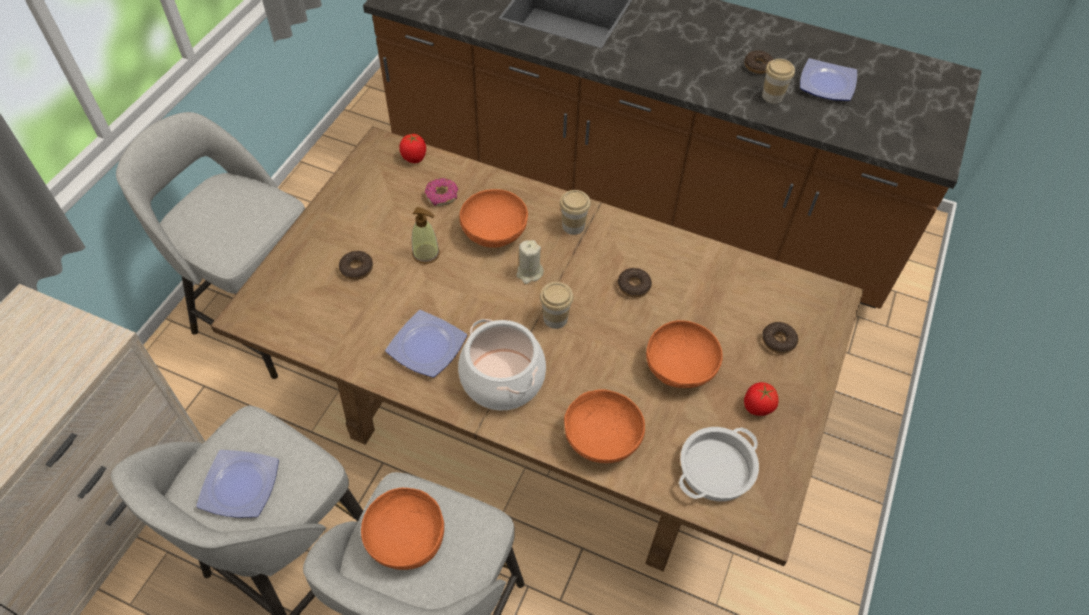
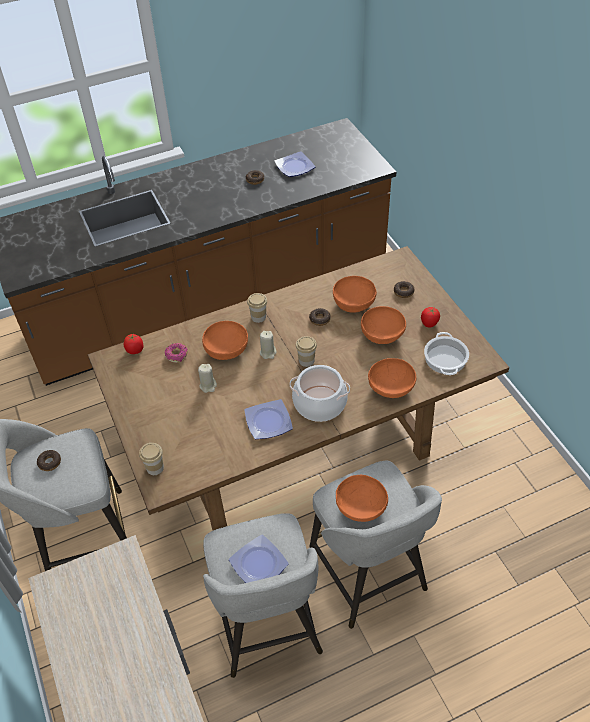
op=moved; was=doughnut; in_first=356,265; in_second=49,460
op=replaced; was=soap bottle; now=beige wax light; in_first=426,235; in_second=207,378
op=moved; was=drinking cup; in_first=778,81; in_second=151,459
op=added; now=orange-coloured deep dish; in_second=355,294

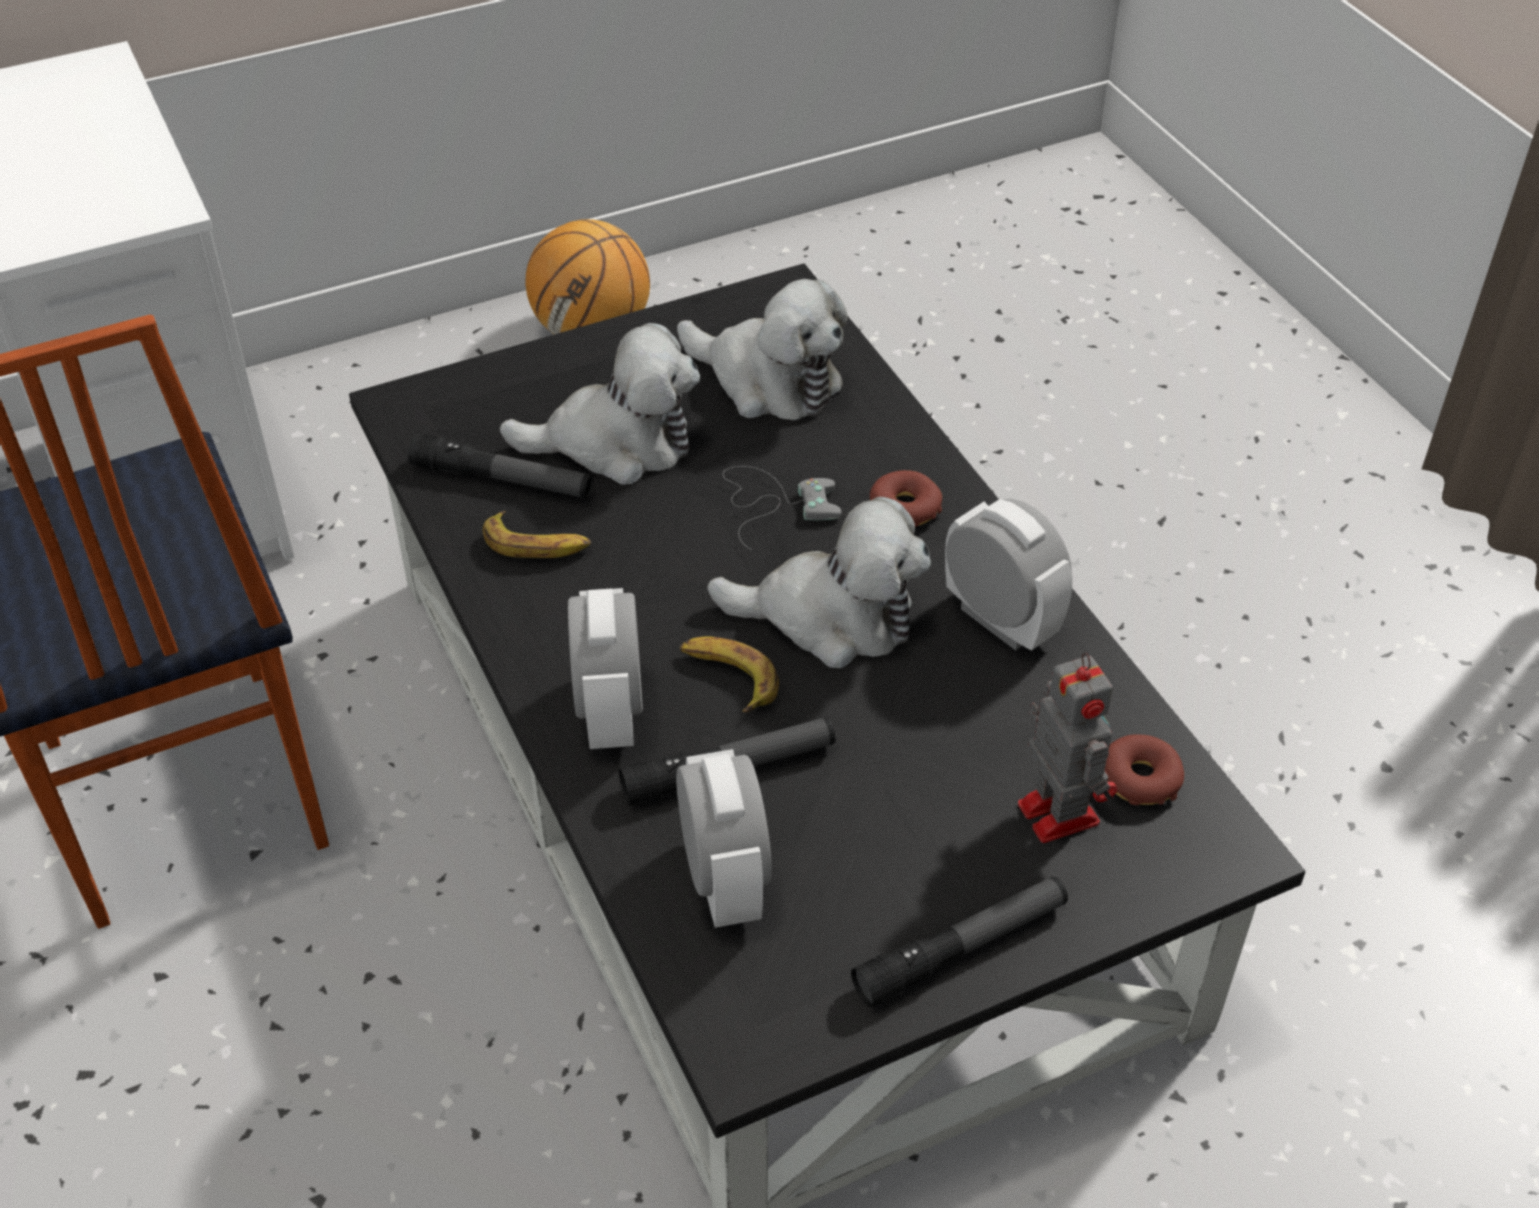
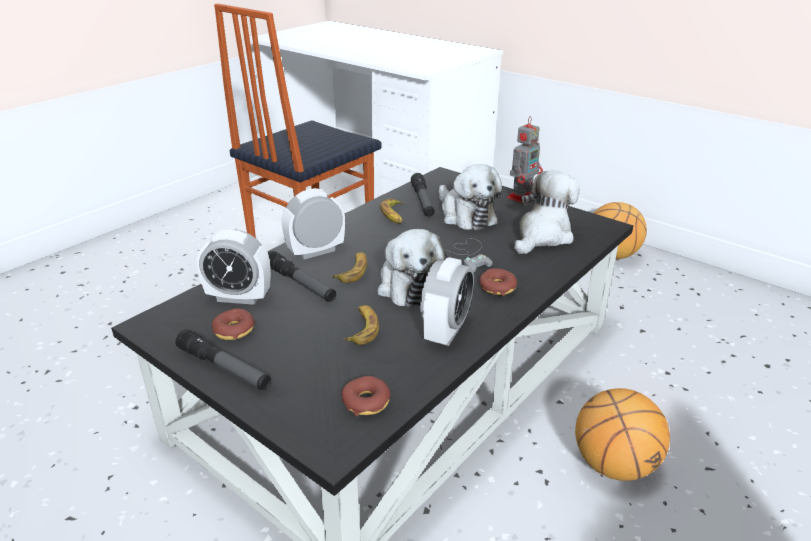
op=turned; was=alarm clock; in_first=724,838; in_second=234,267; clockwise=45
op=turned; was=plush toy; in_first=762,349; in_second=547,212; clockwise=-150
op=moved; was=model robot; in_first=1067,748; in_second=525,159
op=added; now=doughnut; in_second=233,324
op=added; now=banana fruit; in_second=361,325
op=added; now=basketball; in_second=622,434

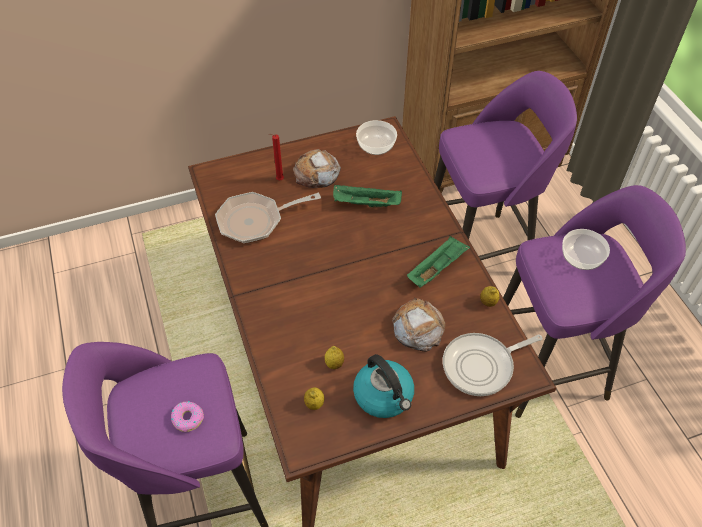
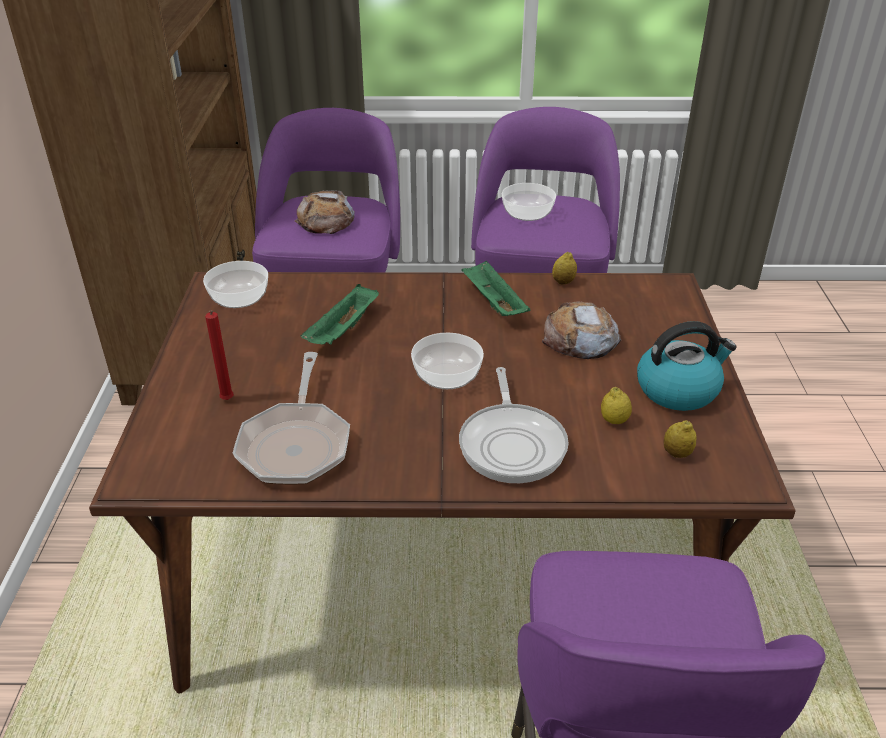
op=removed; was=doughnut; in_first=187,416
op=moved; was=bakery bread; in_first=317,168; in_second=325,212
op=moved; was=frying pan; in_first=492,364; in_second=514,425
op=added; now=deep dish; in_second=447,361

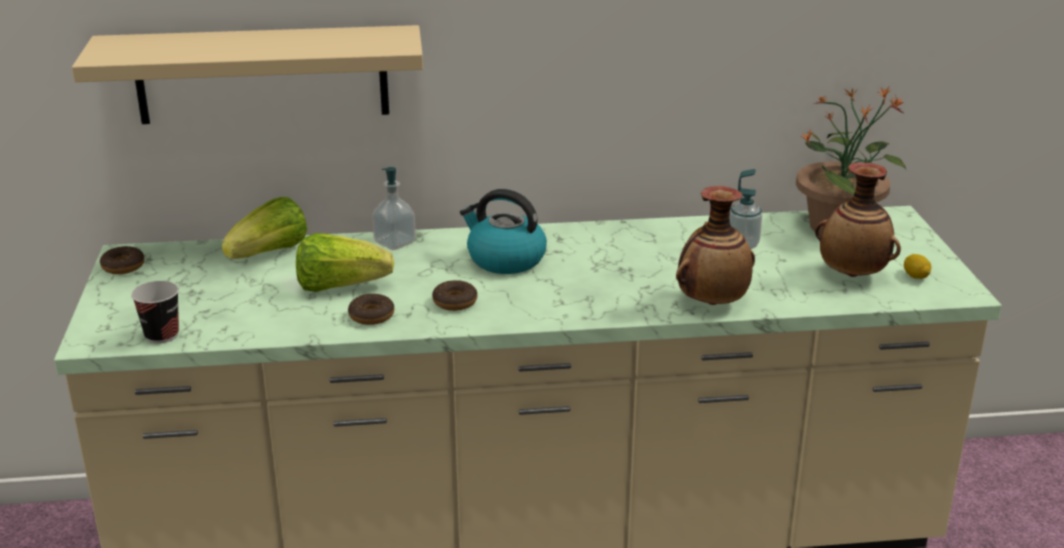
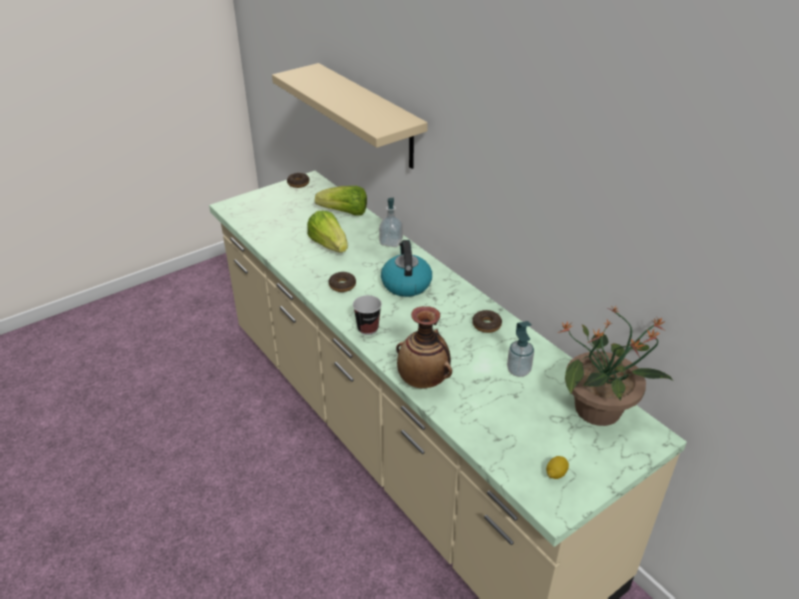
op=moved; was=drinking cup; in_first=155,312; in_second=367,315
op=moved; was=doughnut; in_first=371,309; in_second=487,321
op=removed; was=vase; in_first=858,220

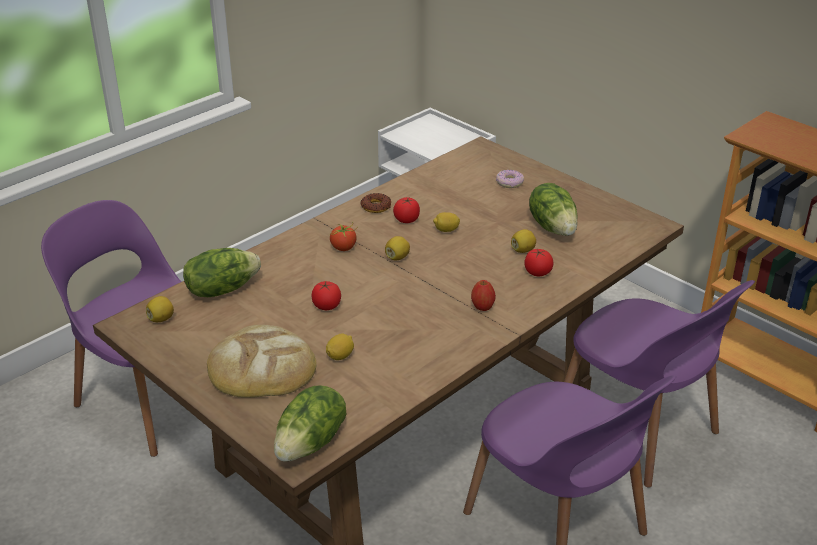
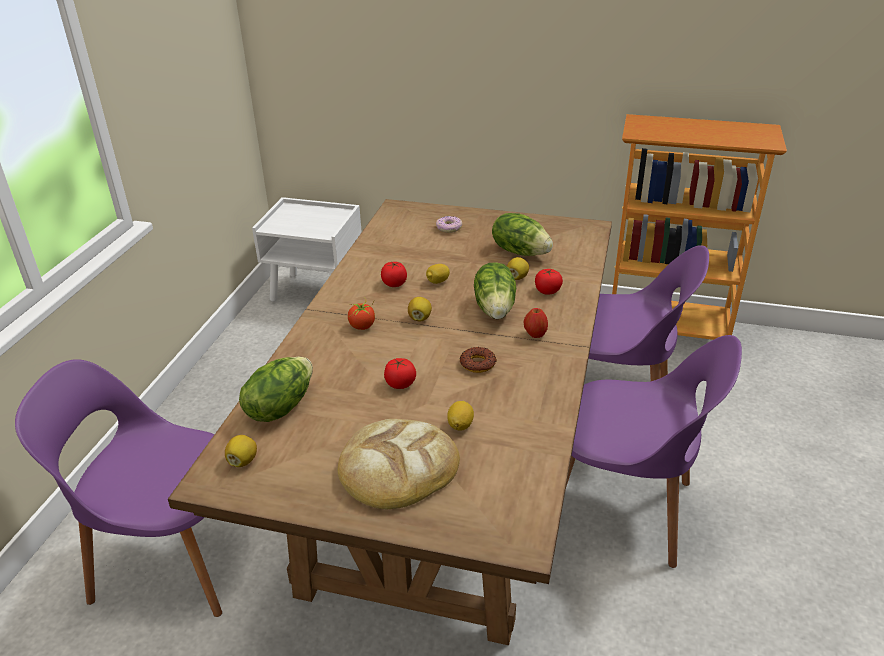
op=moved; was=lettuce; in_first=310,423; in_second=495,290
op=moved; was=doughnut; in_first=376,203; in_second=478,360

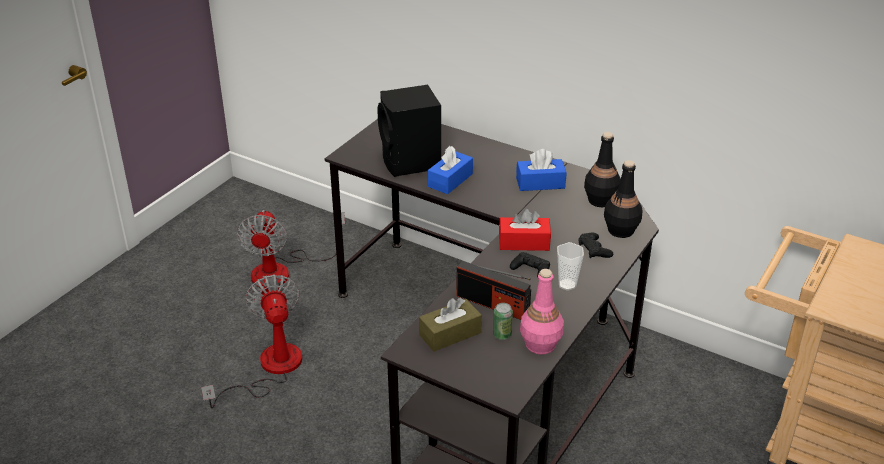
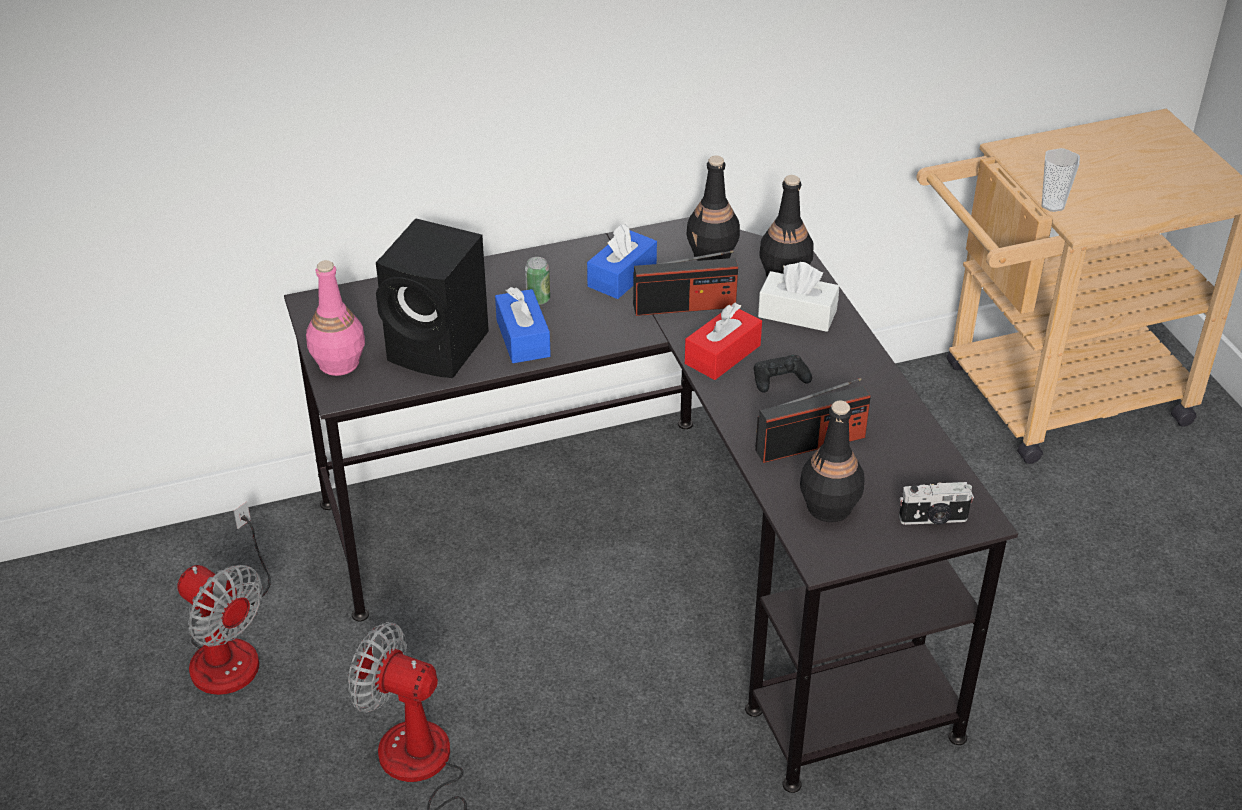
op=replaced; was=brown tissue holder; now=blackish drink bottle; in_first=450,324; in_second=832,461
op=moved; was=sealed can; in_first=503,321; in_second=537,281
op=moved; was=pinkish drink bottle; in_first=542,312; in_second=335,318
op=moved; was=drinking cup; in_first=570,266; in_second=1061,180
op=replaced; was=blackish gamepad; now=white-coloured tissue holder; in_first=596,245; in_second=798,297
op=added; now=radio receiver; in_second=685,283
op=added; now=still camera; in_second=936,503

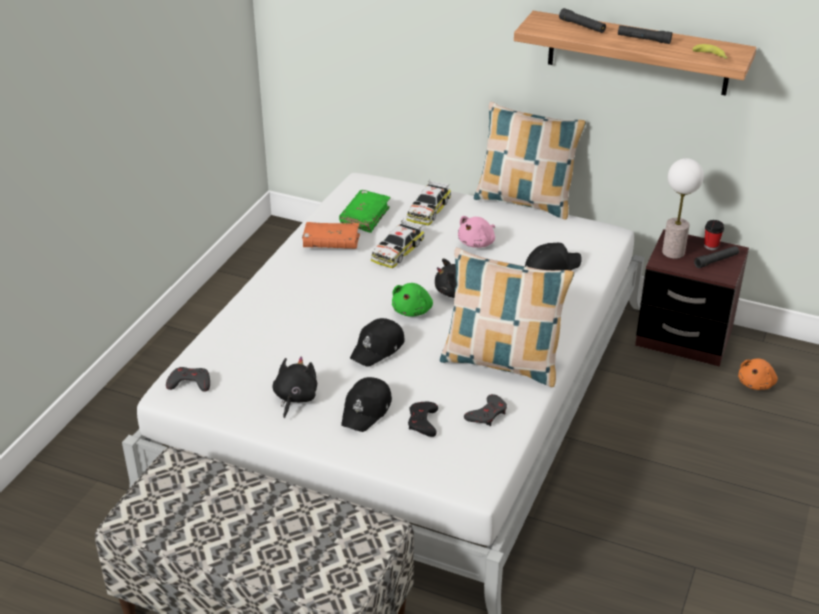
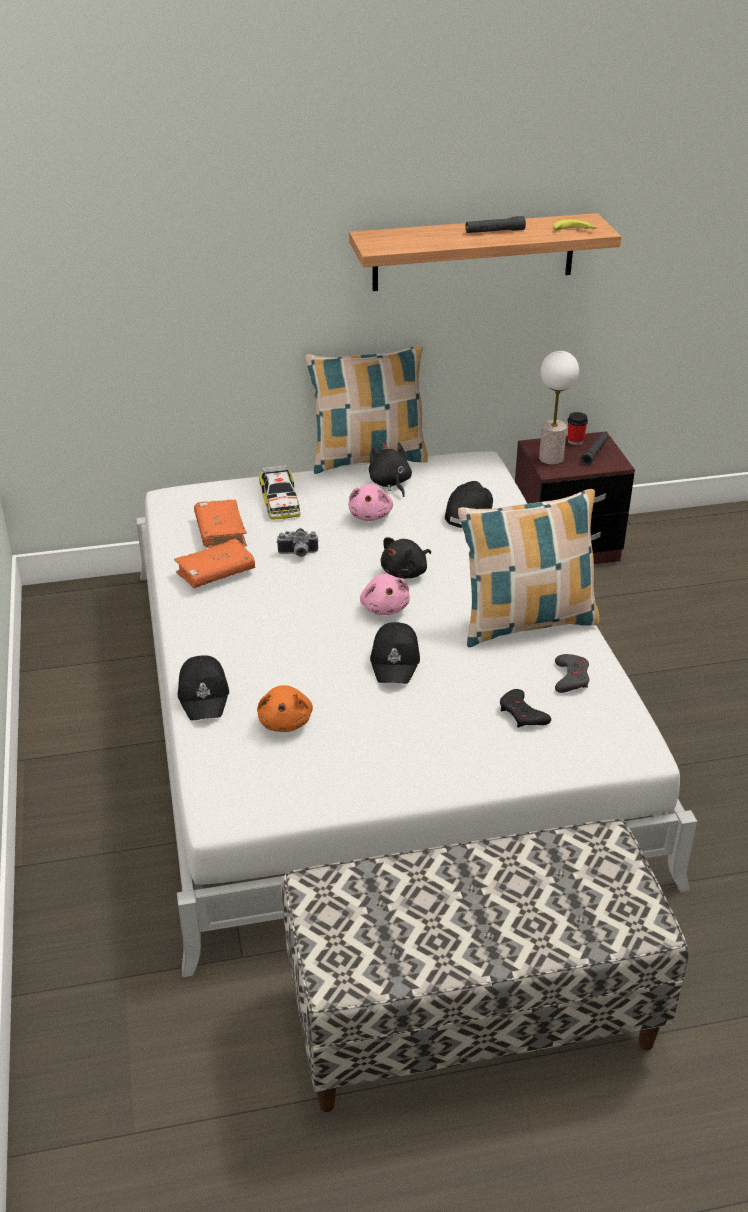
op=removed; was=gray gamepad; in_first=188,379
op=moved; was=blackish plush toy; in_first=294,387; in_second=390,469
op=recoloured; was=green-coloured bound book; now=orange-coloured bound book; in_first=365,211; in_second=220,524
op=moved; was=blackish baseball cap; in_first=366,404; in_second=203,688
op=replaced; was=model car; now=still camera; in_first=397,243; in_second=298,542
op=recoloured; was=green-coloured plush toy; now=pinkish plush toy; in_first=412,300; in_second=385,594
op=removed; was=blackish torch; in_first=582,20
op=moved; was=orange-coloured plush toy; in_first=758,374; in_second=285,708

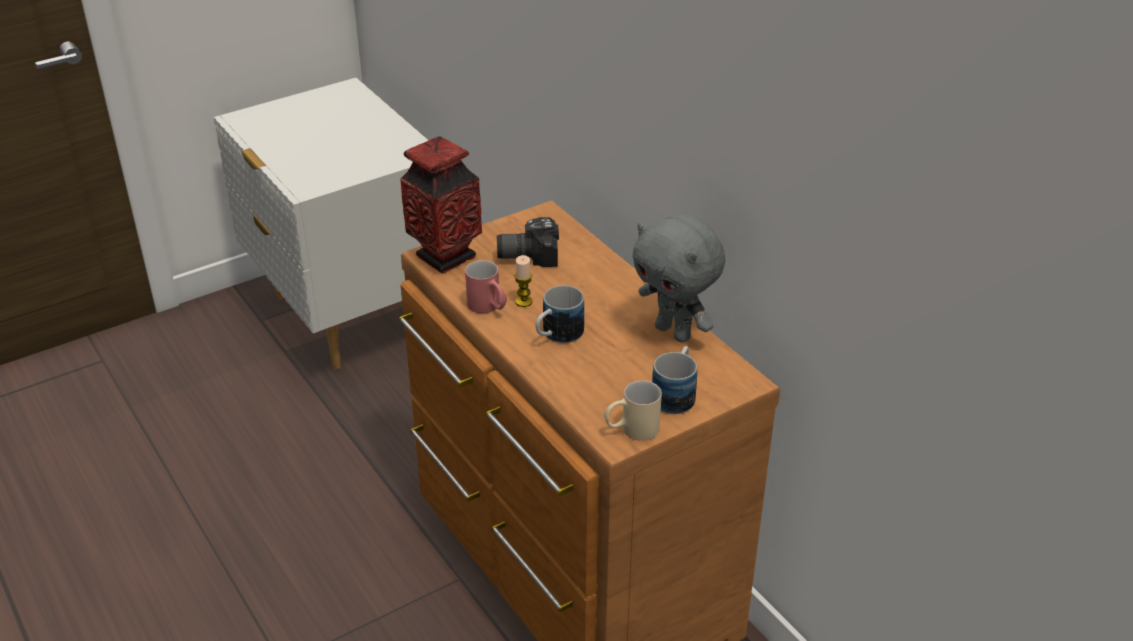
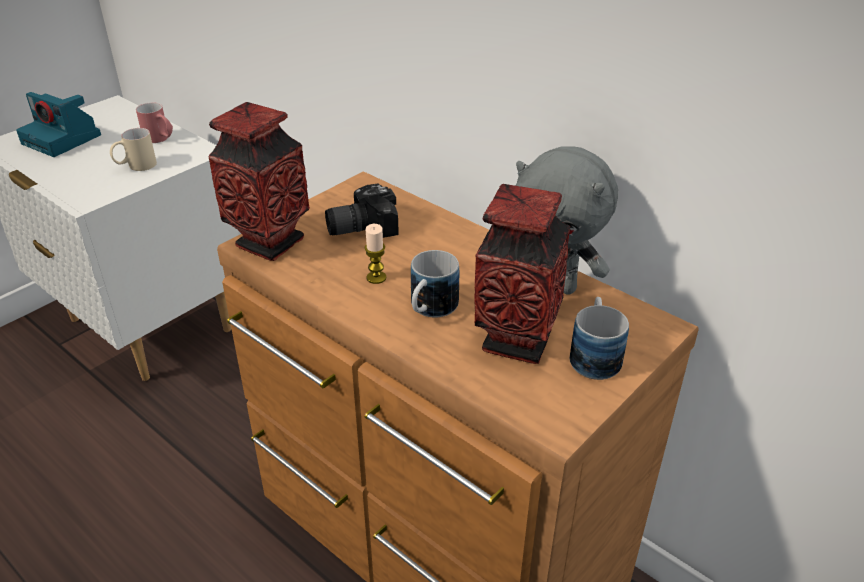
op=moved; was=red-coloured mug; in_first=486,286; in_second=154,122
op=moved; was=beige mug; in_first=633,410; in_second=133,149
op=added; now=still camera; in_second=58,124
op=added; now=vase; in_second=522,274

